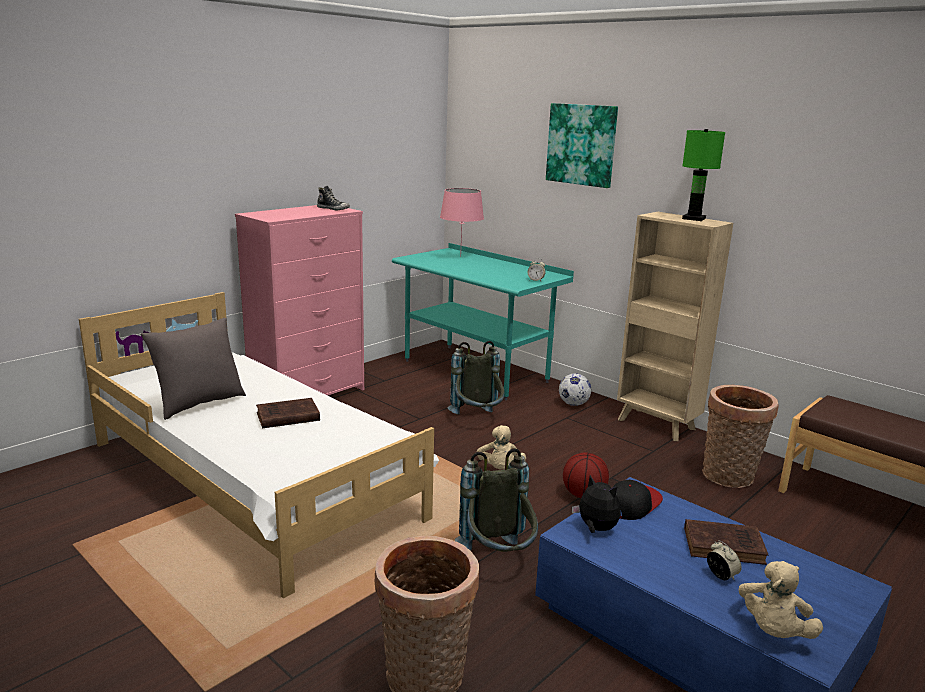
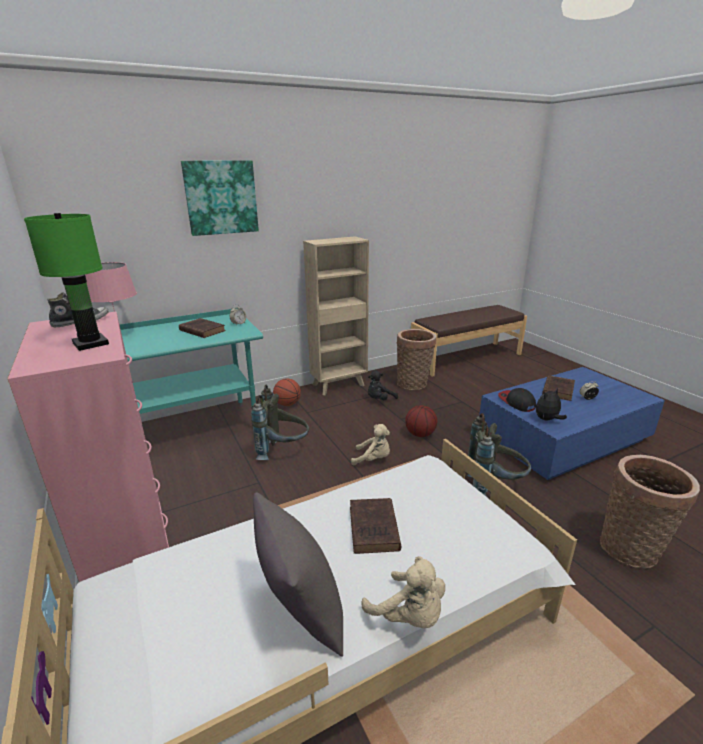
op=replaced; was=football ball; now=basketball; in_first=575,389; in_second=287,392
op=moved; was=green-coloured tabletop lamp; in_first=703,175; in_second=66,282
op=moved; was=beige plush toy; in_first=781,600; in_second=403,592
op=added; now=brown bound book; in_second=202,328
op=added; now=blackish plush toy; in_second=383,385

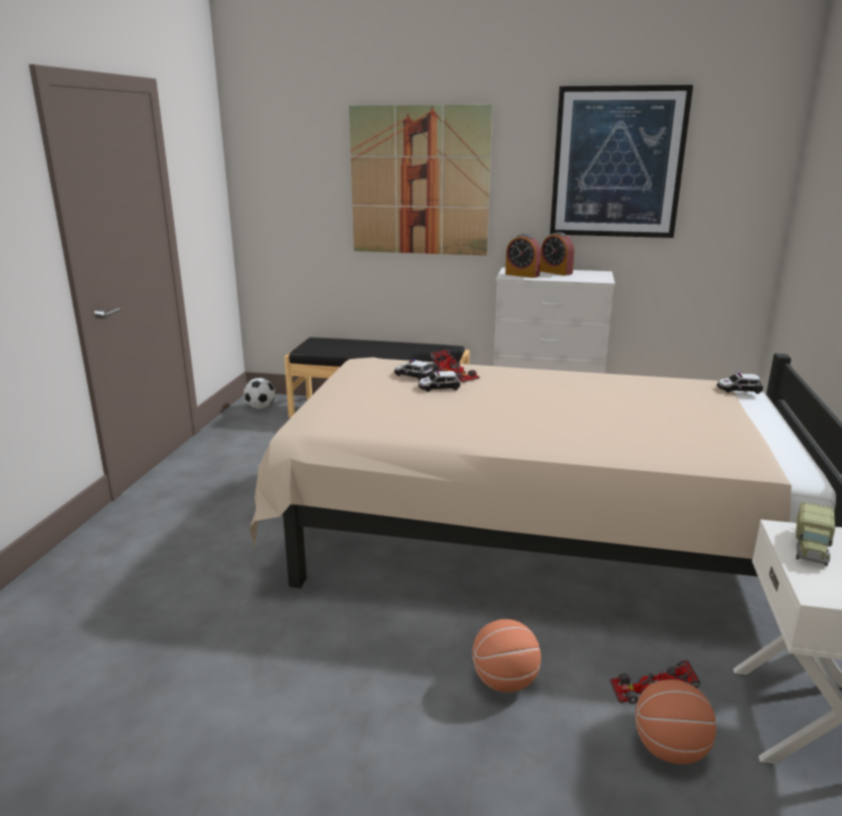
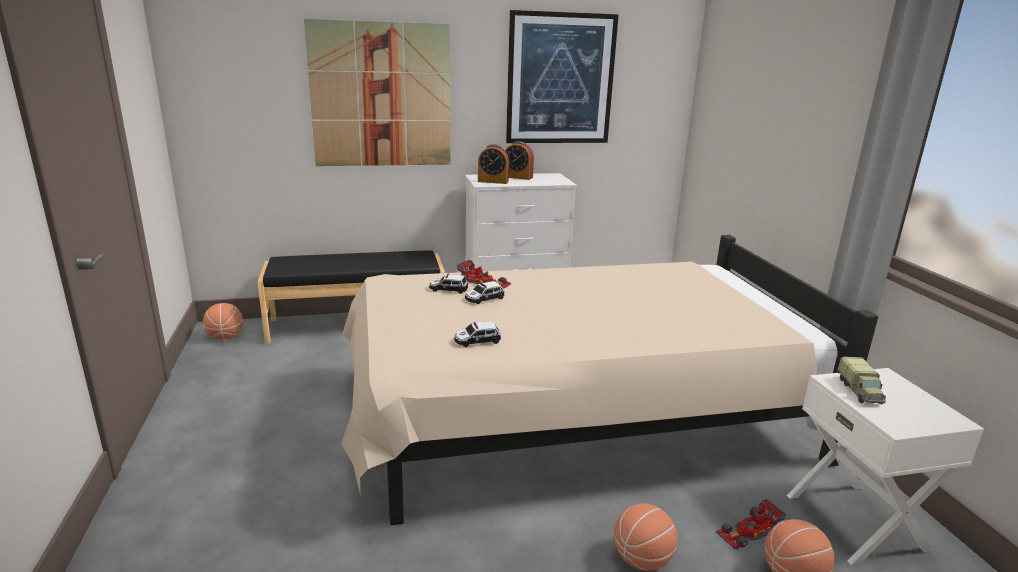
op=replaced; was=football ball; now=basketball; in_first=259,393; in_second=223,321
op=moved; was=model car; in_first=740,383; in_second=477,334

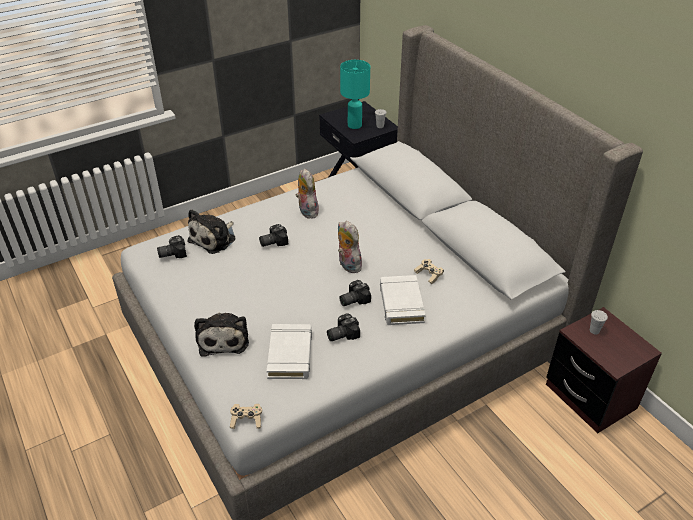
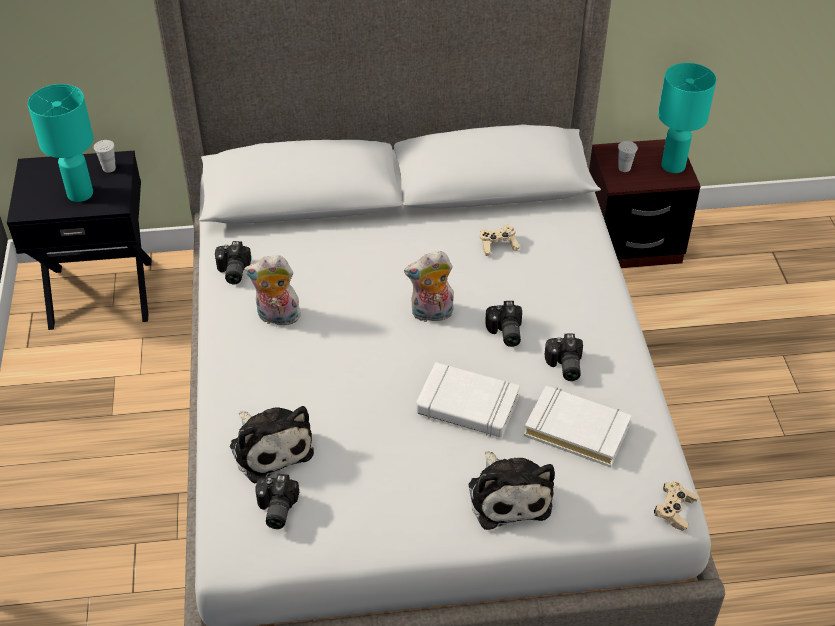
op=turned; was=plush toy; in_first=221,335; in_second=511,490; clockwise=60
op=moved; was=still camera; in_first=273,235; in_second=233,262
op=moved; was=white-coloured bound book; in_first=402,300; in_second=468,400
op=added; now=turquoise-coloured tabletop lamp; in_second=687,118

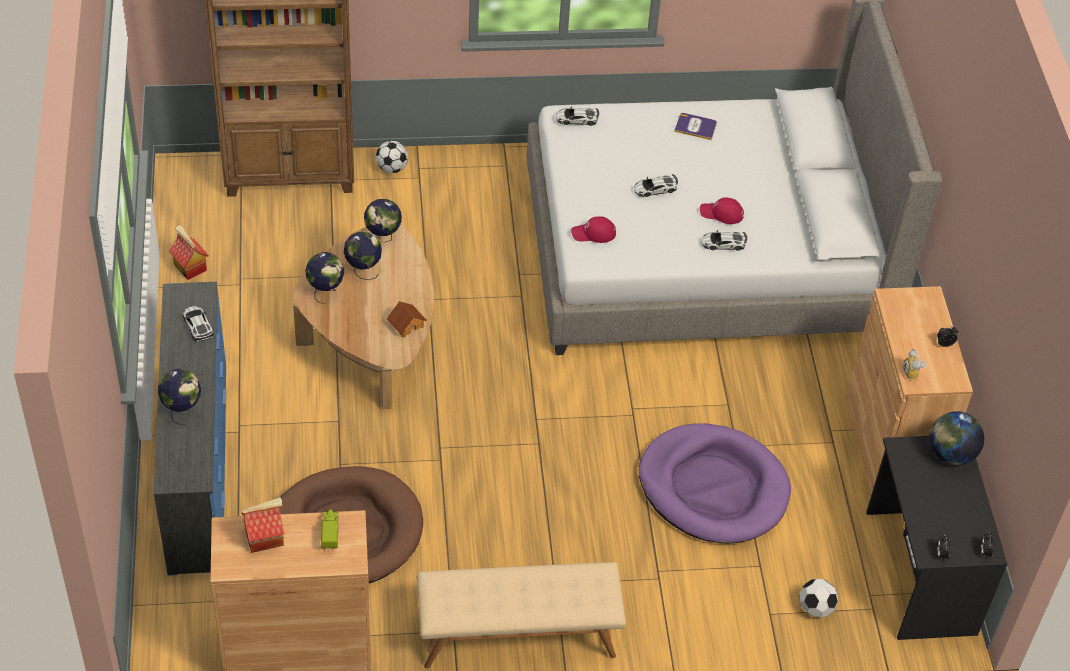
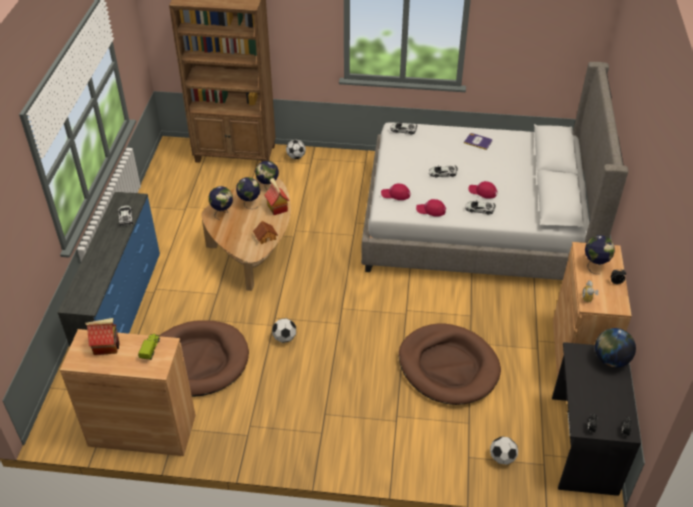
op=moved; was=world globe; in_first=179,397; in_second=600,254
op=moved; was=model house; in_first=189,252; in_second=277,196
op=removed; was=beige indoor bench; in_first=521,615
op=recoloured; was=purple-coloured pet bed; now=brown pet bed; in_first=715,483; in_second=450,364
op=added; now=football ball; in_second=284,330
op=added; now=red-coloured baseball cap; in_second=431,208

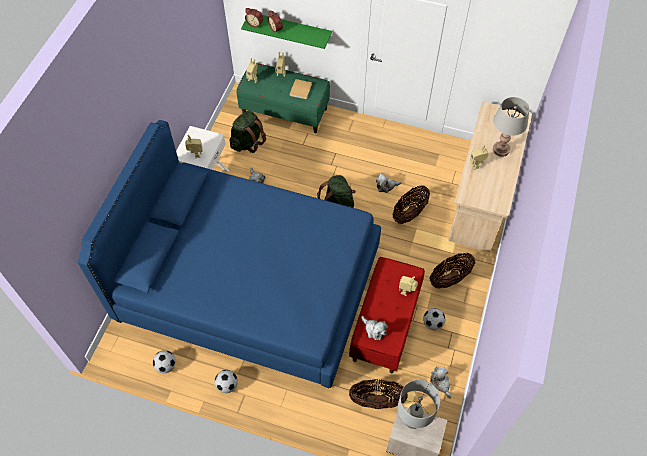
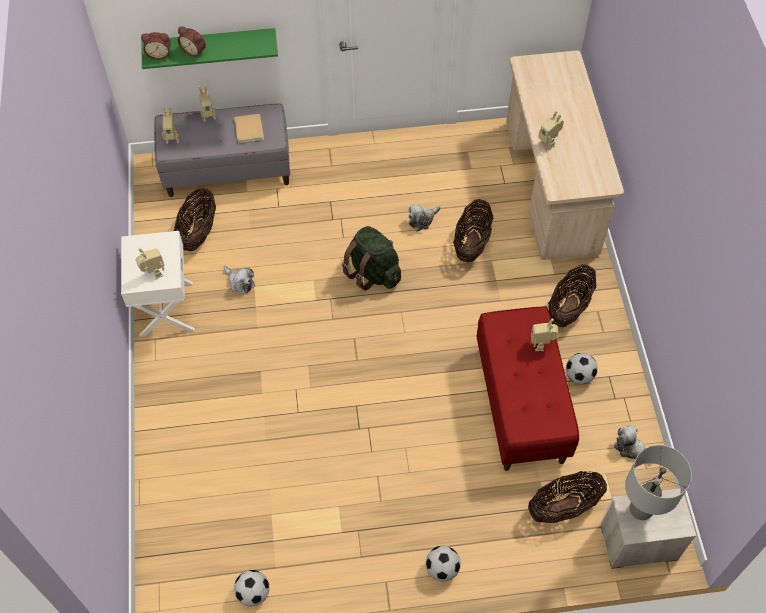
op=removed; was=blue sleeping bed; in_first=229,254
op=moved; was=football ball; in_first=226,381; in_second=443,563
op=replaced; was=green-coloured rucksack; now=storage basket; in_first=248,132; in_second=195,219
op=recoloured; was=green-coloured indoor bench; now=gray indoor bench; in_first=283,98; in_second=222,150
op=removed; was=plush toy; in_first=374,328
op=removed; was=gray tabletop lamp; in_first=511,127

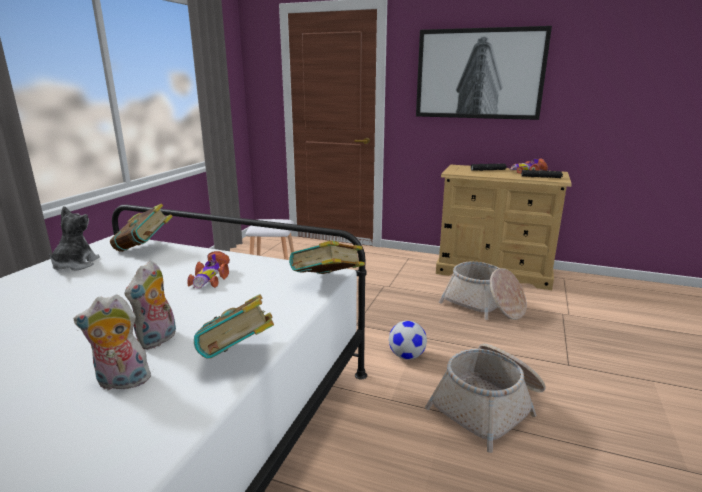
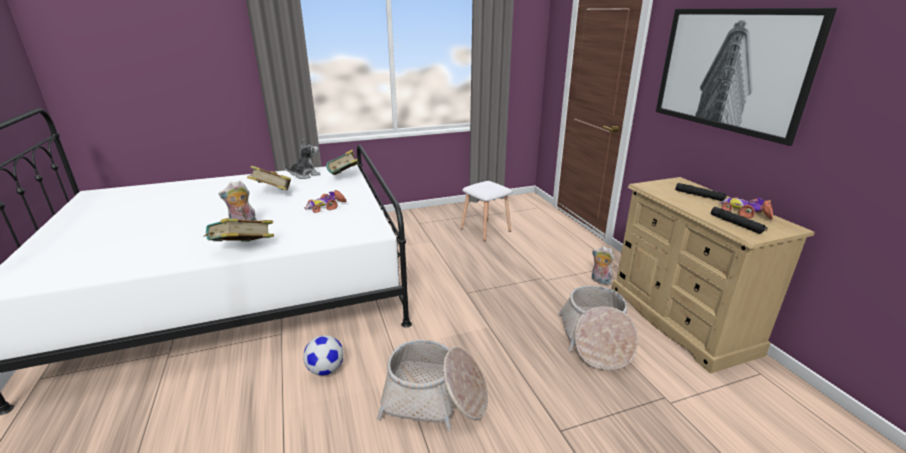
op=moved; was=plush toy; in_first=113,342; in_second=603,266
op=moved; was=bound book; in_first=327,257; in_second=269,177
op=moved; was=football ball; in_first=408,340; in_second=323,355

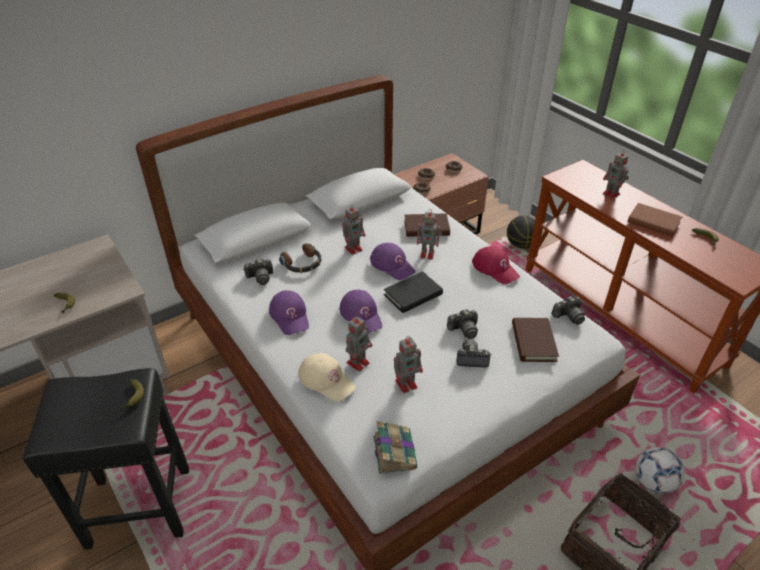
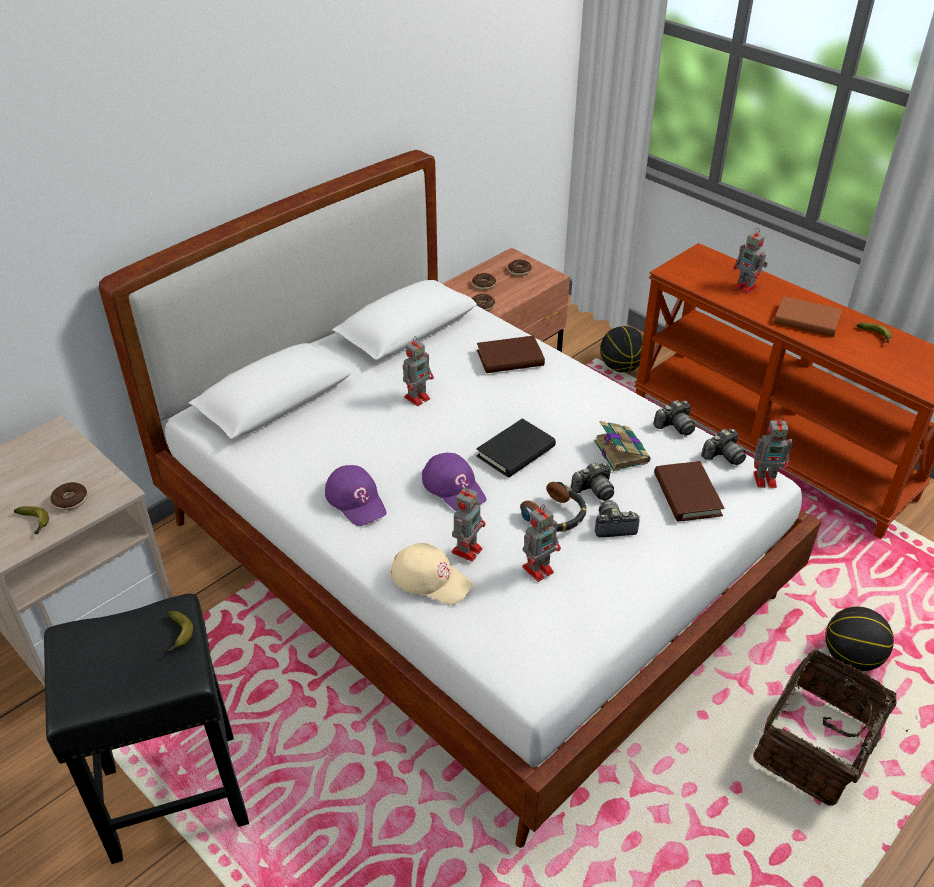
op=moved; was=still camera; in_first=258,271; in_second=674,418
op=moved; was=pair of headphones; in_first=300,258; in_second=553,507
op=removed; was=purple-coloured baseball cap; in_first=393,261
op=moved; was=bound book; in_first=395,447; in_second=622,446
op=moved; was=model robot; in_first=429,234; in_second=773,452
op=removed; was=red-coloured baseball cap; in_first=496,265
op=replaced; was=football ball; now=basketball; in_first=660,470; in_second=859,639
op=added; now=doughnut; in_second=68,496

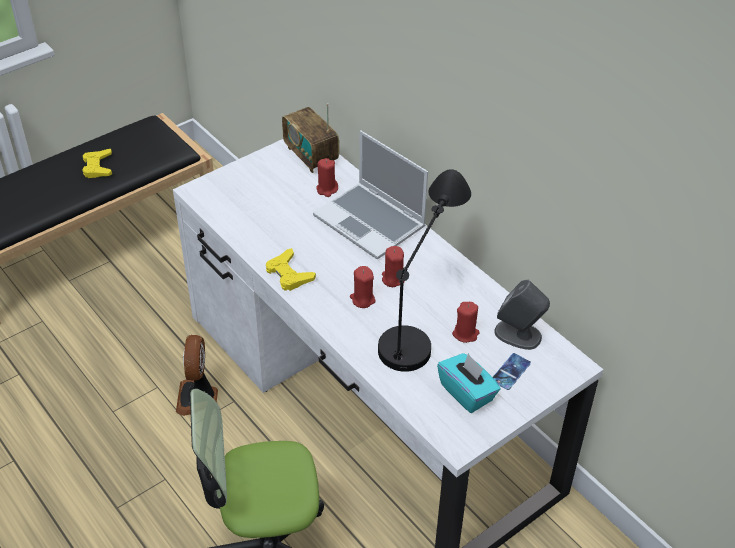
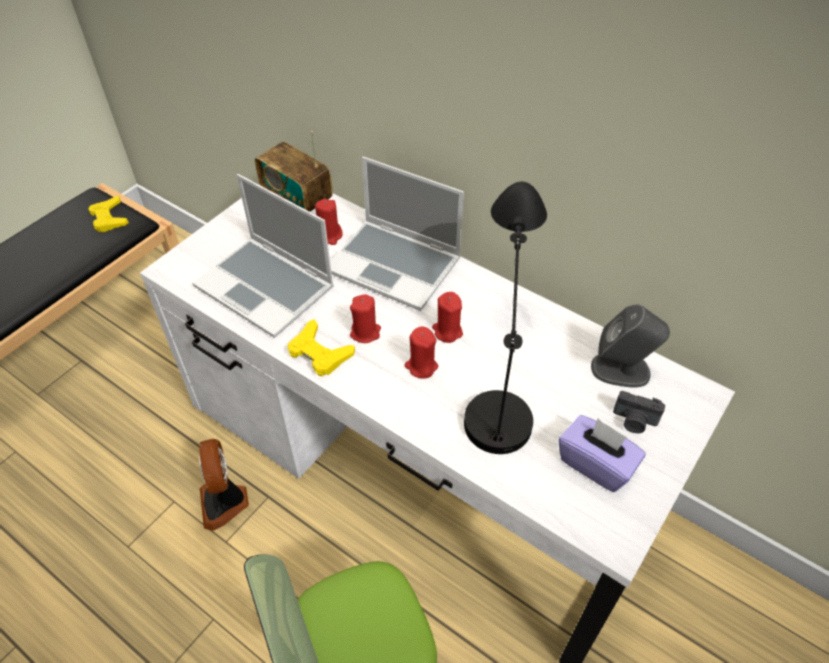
op=moved; was=yellow-coloured gamepad; in_first=97,163; in_second=108,214
op=recoloured; was=turquoise-coloured tissue holder; now=purple-coloured tissue holder; in_first=469,383; in_second=602,453
op=moved; was=red-coloured wax light; in_first=466,322; in_second=365,319
op=replaced; was=phone; now=still camera; in_first=512,371; in_second=639,412
op=added; now=notebook computer; in_second=263,256

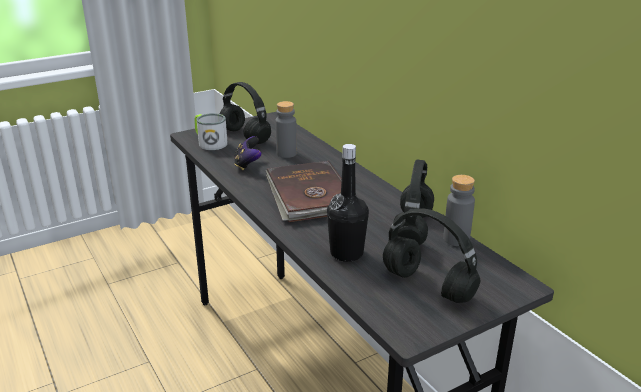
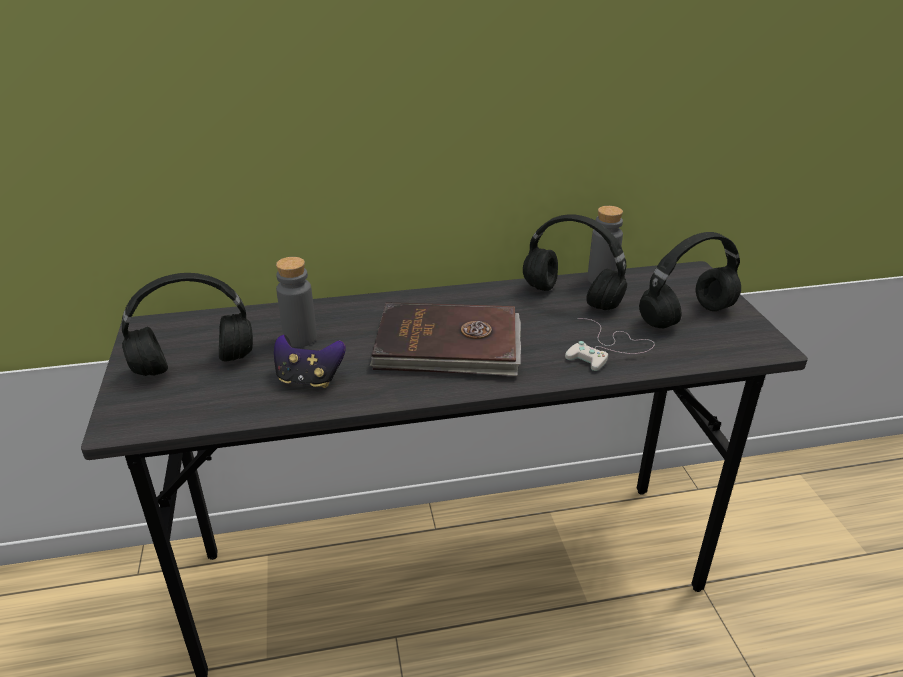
op=removed; was=mug; in_first=211,131
op=replaced; was=blackish drink bottle; now=white-coloured gamepad; in_first=348,203; in_second=610,344

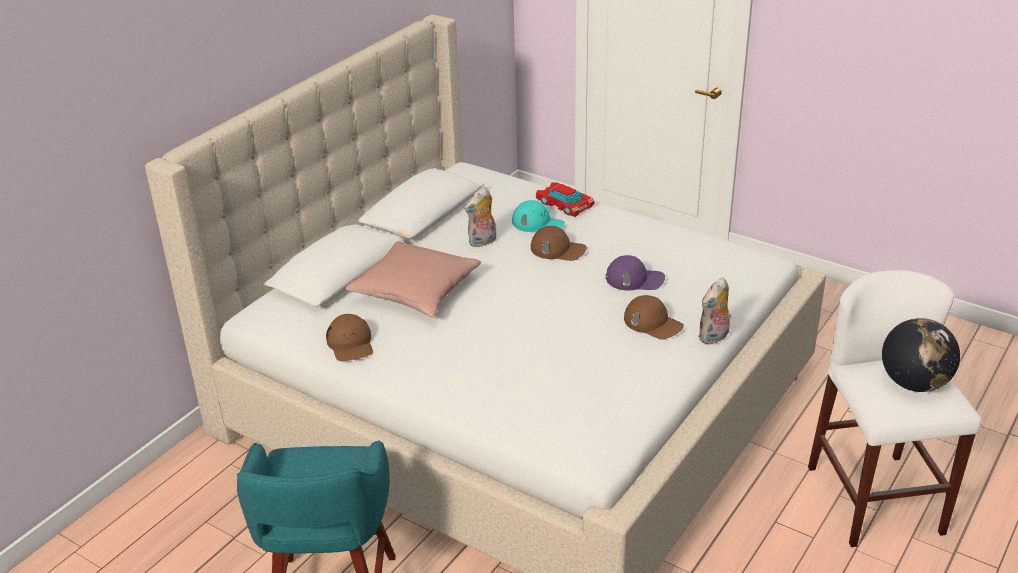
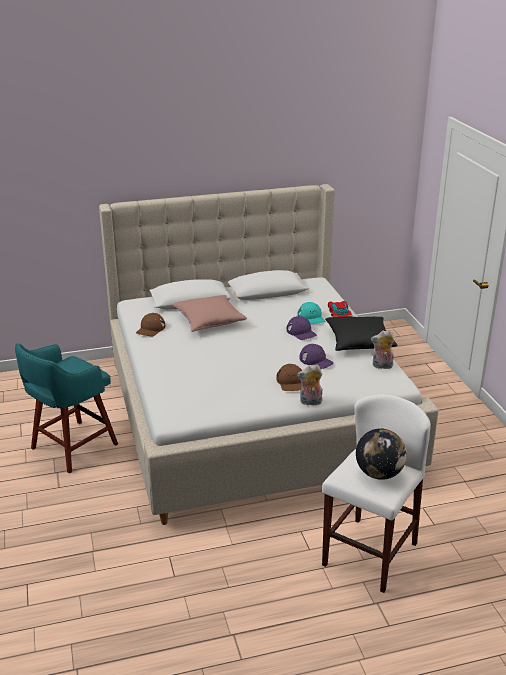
op=moved; was=plush toy; in_first=480,217; in_second=382,349
op=recoloured; was=brown baseball cap; now=purple-coloured baseball cap; in_first=558,243; in_second=302,328
op=added; now=blackish pillow; in_second=361,334

